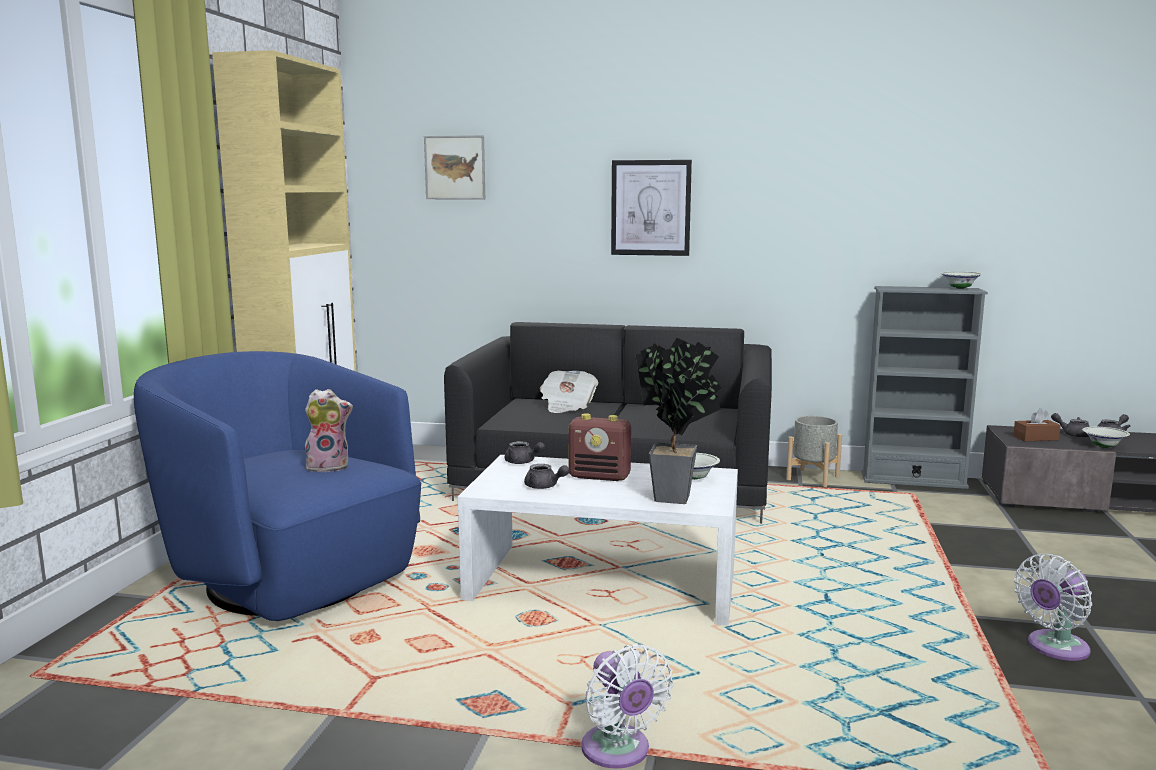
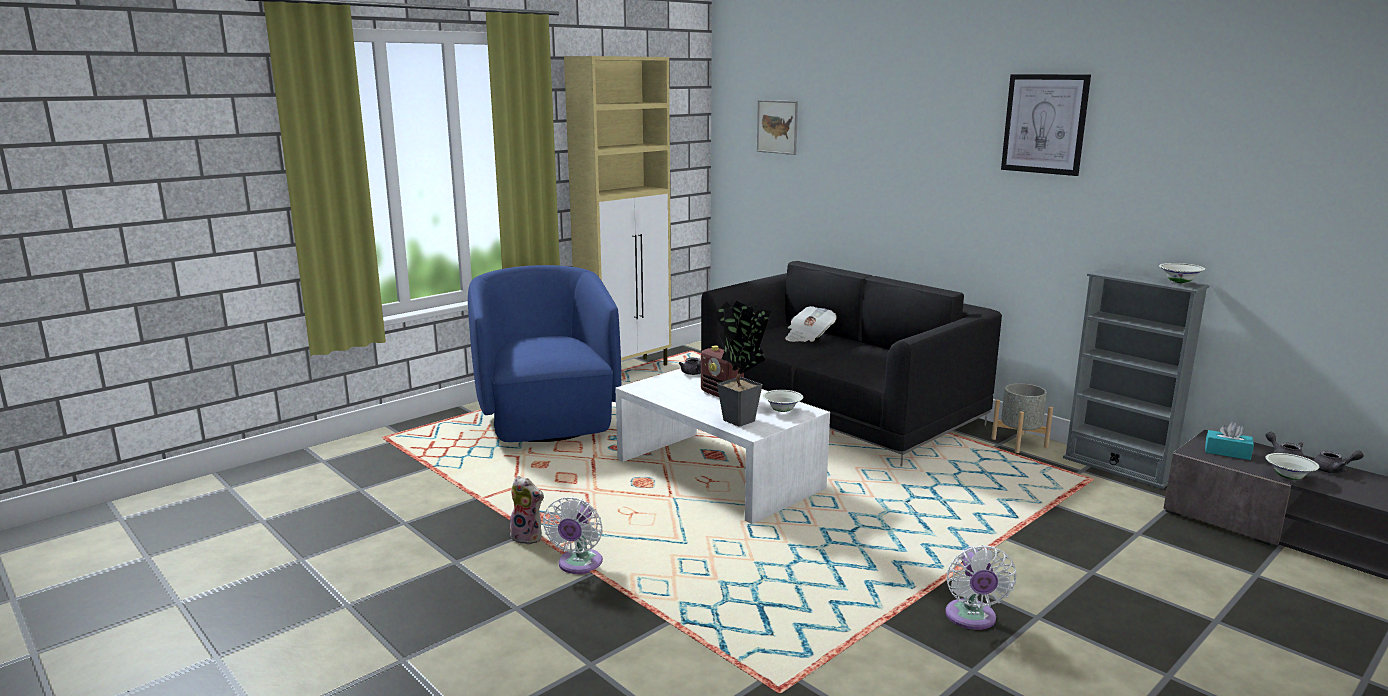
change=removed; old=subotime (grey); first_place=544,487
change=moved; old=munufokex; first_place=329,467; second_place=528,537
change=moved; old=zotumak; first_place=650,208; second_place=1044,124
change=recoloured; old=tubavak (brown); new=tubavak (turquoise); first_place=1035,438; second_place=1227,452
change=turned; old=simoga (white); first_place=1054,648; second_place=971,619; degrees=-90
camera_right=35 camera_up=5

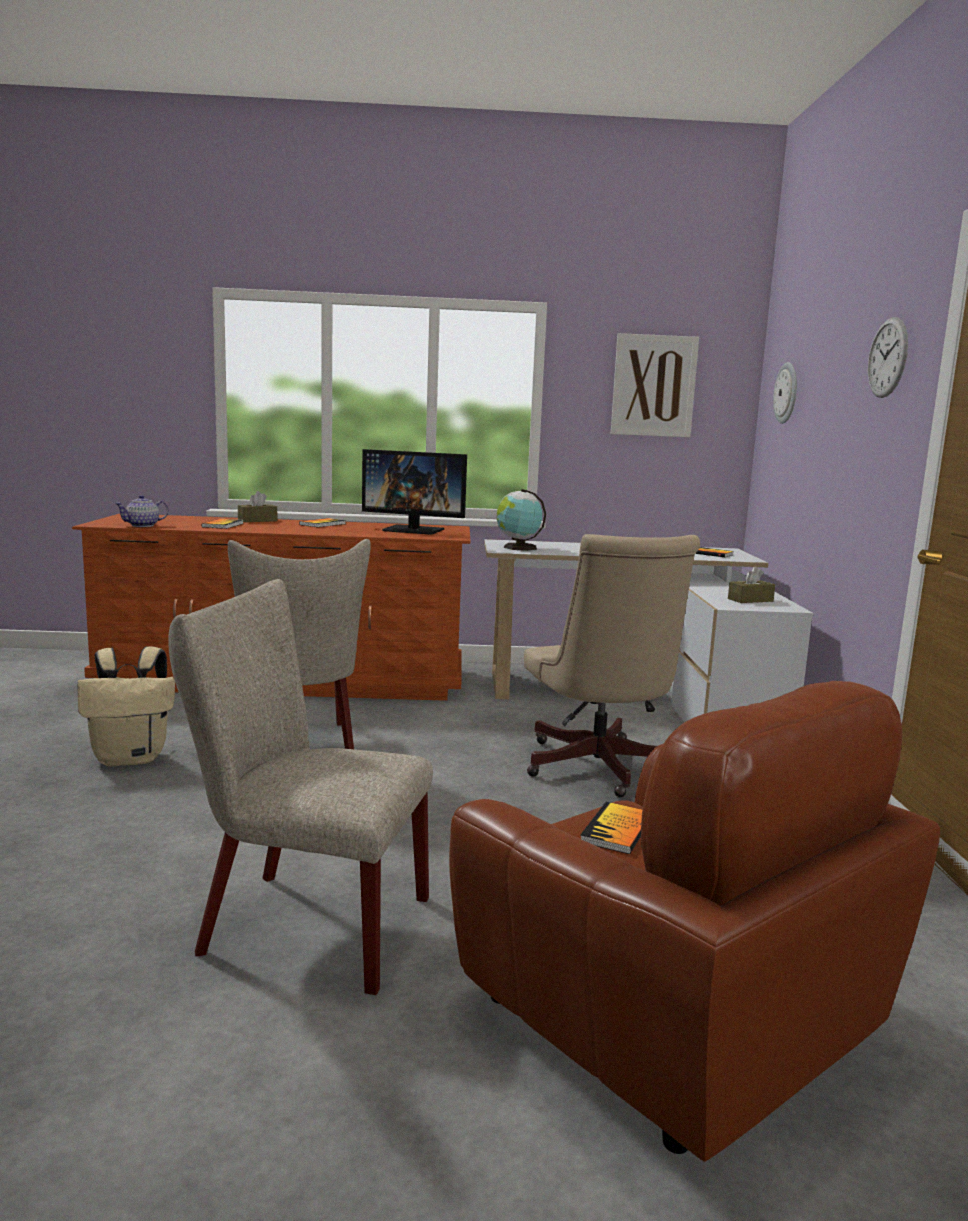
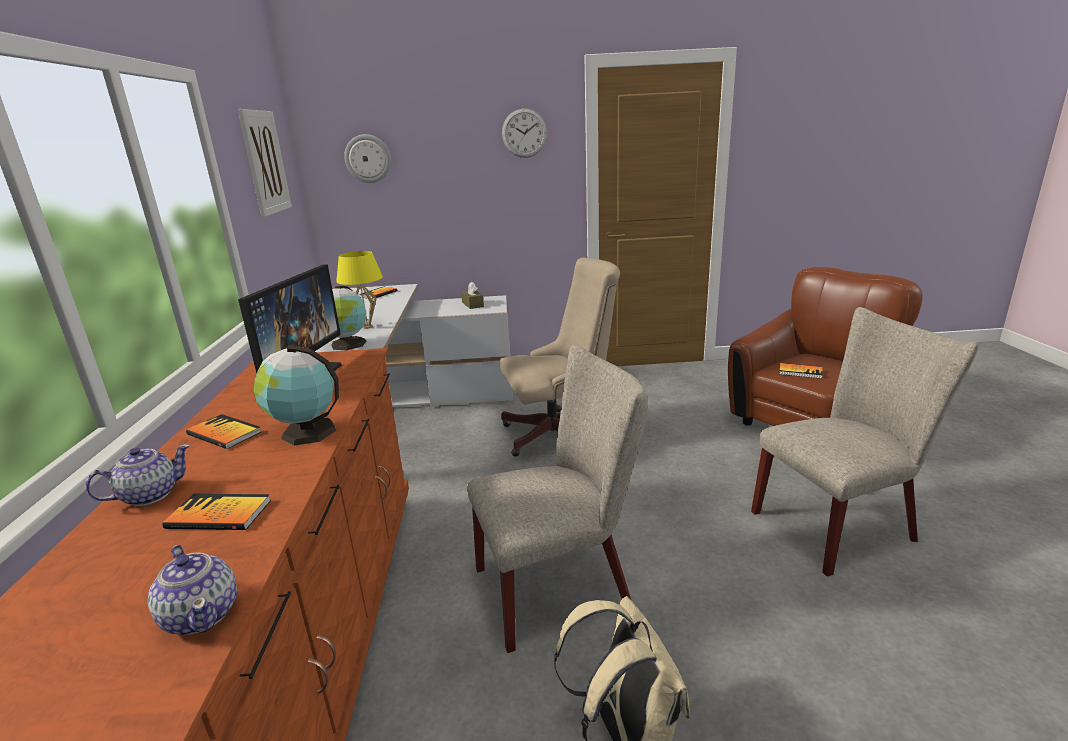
change=added; new=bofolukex; second_place=305,432
change=added; new=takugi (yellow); second_place=367,327
change=replaced; old=tubavak (brown); new=subotime; first_place=257,520; second_place=149,495
change=turned; old=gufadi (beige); first_place=301,924; second_place=840,524; degrees=-120
camera_right=-90 camera_up=10

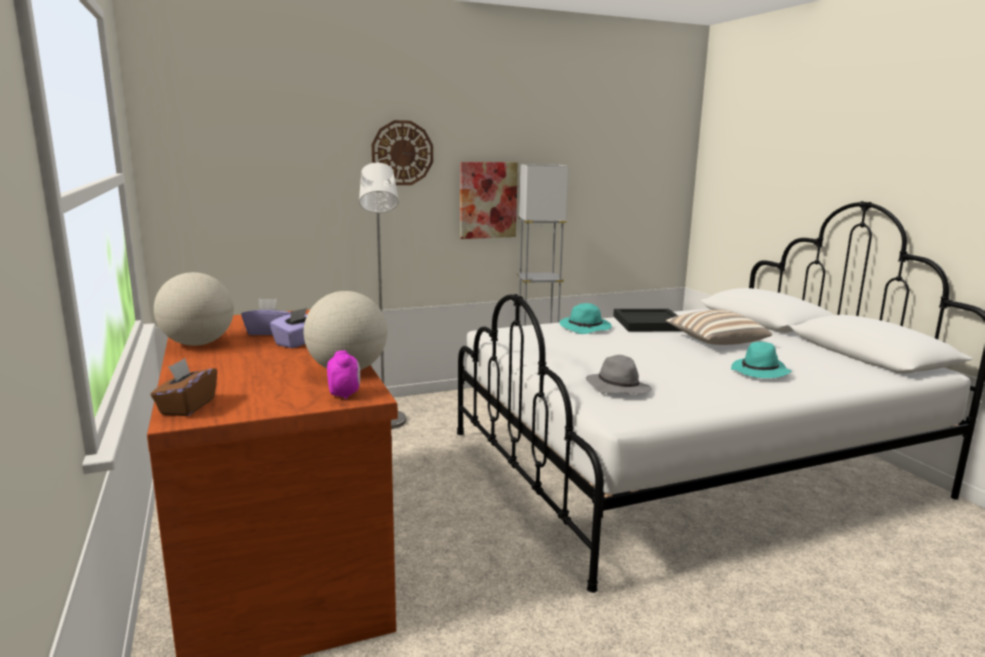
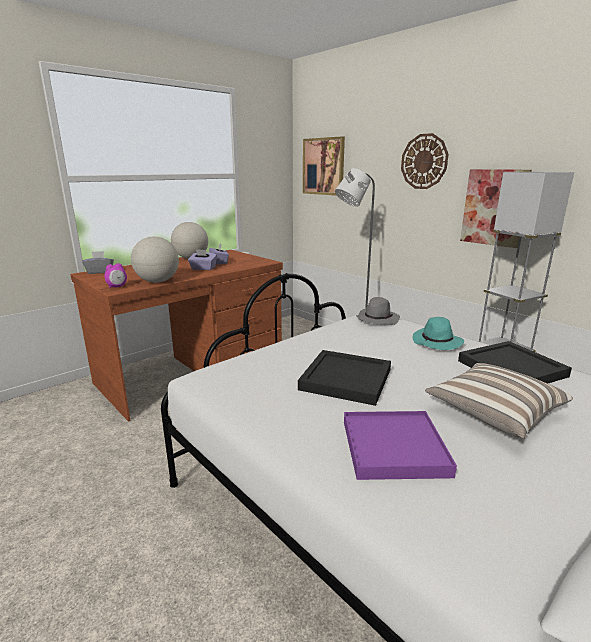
change=added; new=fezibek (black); second_place=347,379
change=added; new=zotumak; second_place=323,166
change=moved; old=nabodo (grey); first_place=617,388; second_place=377,319
change=replaced; old=nabodo (turquoise); new=fezibek (purple); first_place=760,372; second_place=393,448
change=recoloured; old=tubavak (brown); new=tubavak (grey); first_place=187,407; second_place=100,272
camera_right=70 camera_up=5

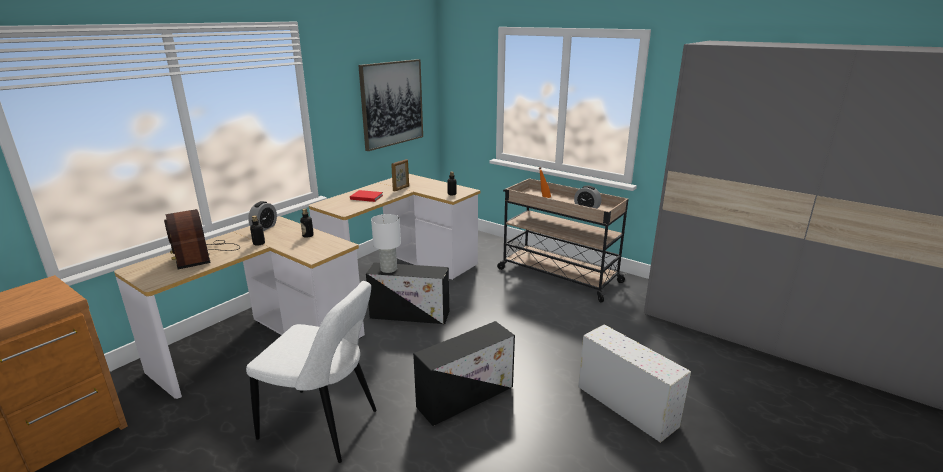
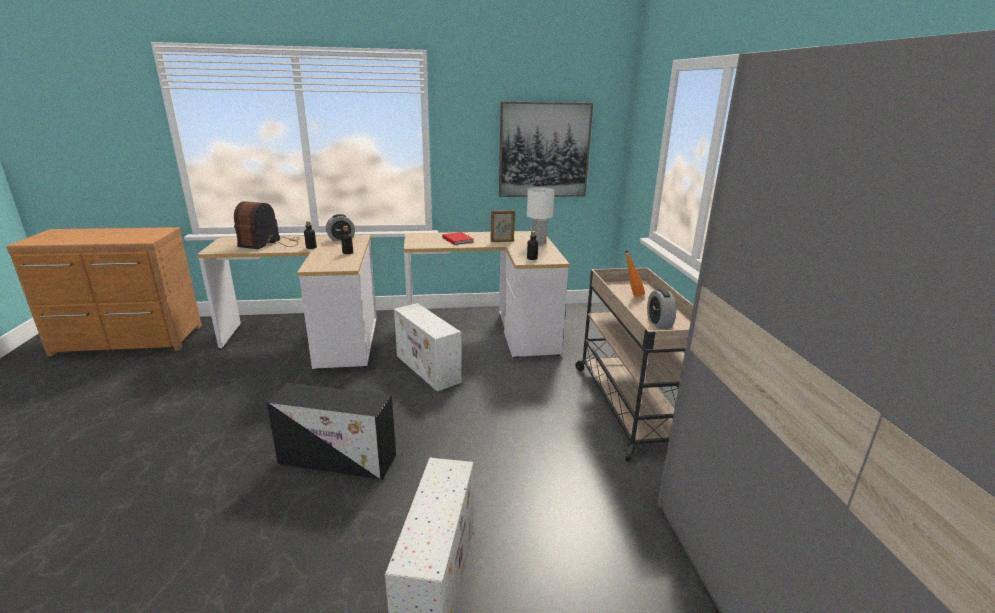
change=removed; old=gufadi (white); first_place=324,426
change=moved; old=takugi (white); first_place=388,269; second_place=538,242
change=recoloured; old=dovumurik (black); new=dovumurik (white); first_place=411,314; second_place=428,369
camera_right=45 camera_up=0

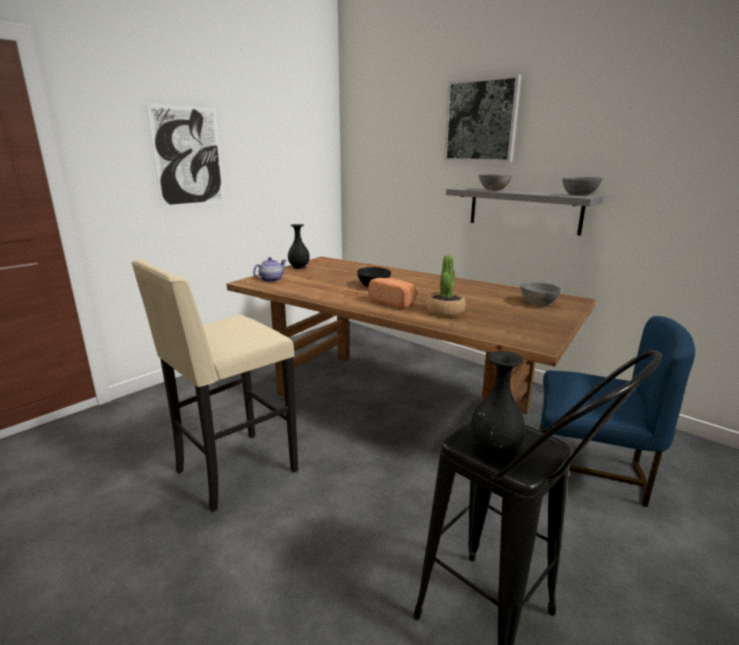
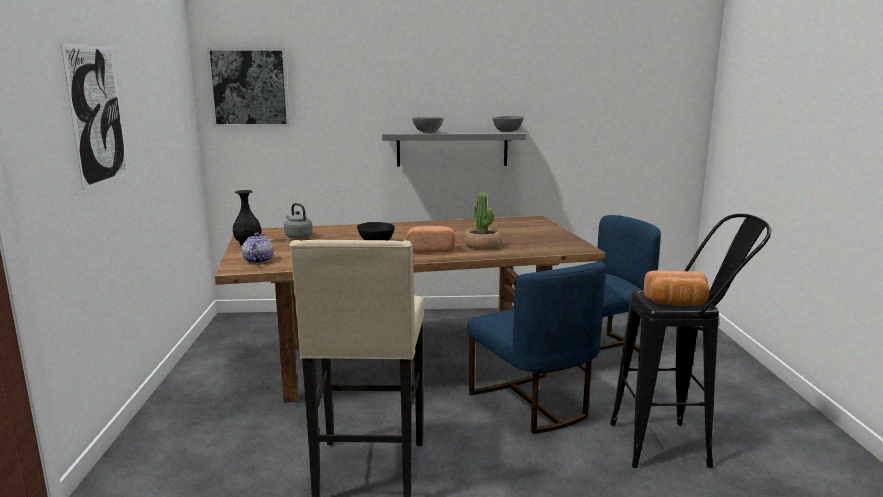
change=removed; old=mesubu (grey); first_place=537,303
change=added; new=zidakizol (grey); second_place=297,236
change=added; new=gufadi (blue); second_place=532,404
change=moved; old=zotumak; first_place=481,121; second_place=250,87
change=replaced; old=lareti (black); new=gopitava; first_place=495,449; second_place=676,303
camera_right=-45 camera_up=-5

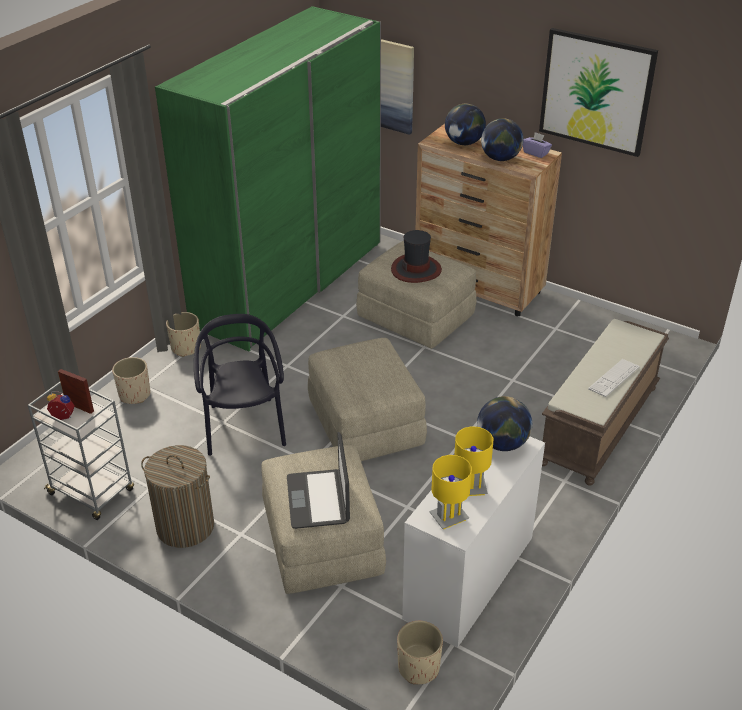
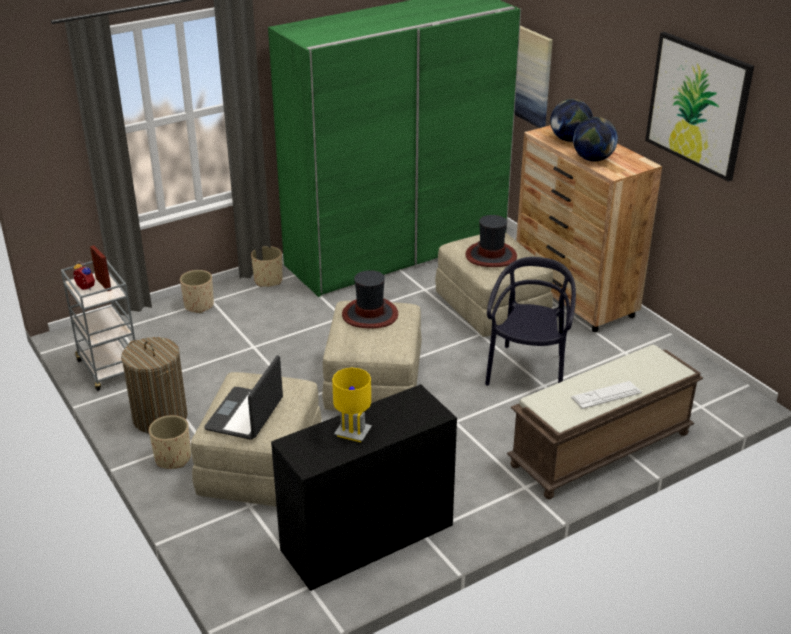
change=removed; old=takugi (yellow); first_place=448,517
change=removed; old=bofolukex; first_place=502,443
change=removed; old=tubavak (purple); first_place=536,153
change=added; new=nabodo; second_place=369,314
change=moved; old=gufadi (black); first_place=244,427; second_place=528,371
change=moved; old=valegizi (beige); first_place=418,667; second_place=173,458
change=recoloured; old=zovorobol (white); new=zovorobol (black); first_place=470,577; second_place=367,538
camera_right=25 camera_up=-5

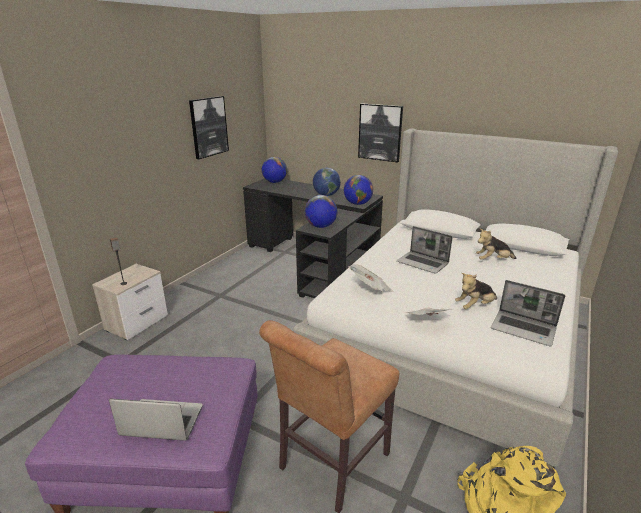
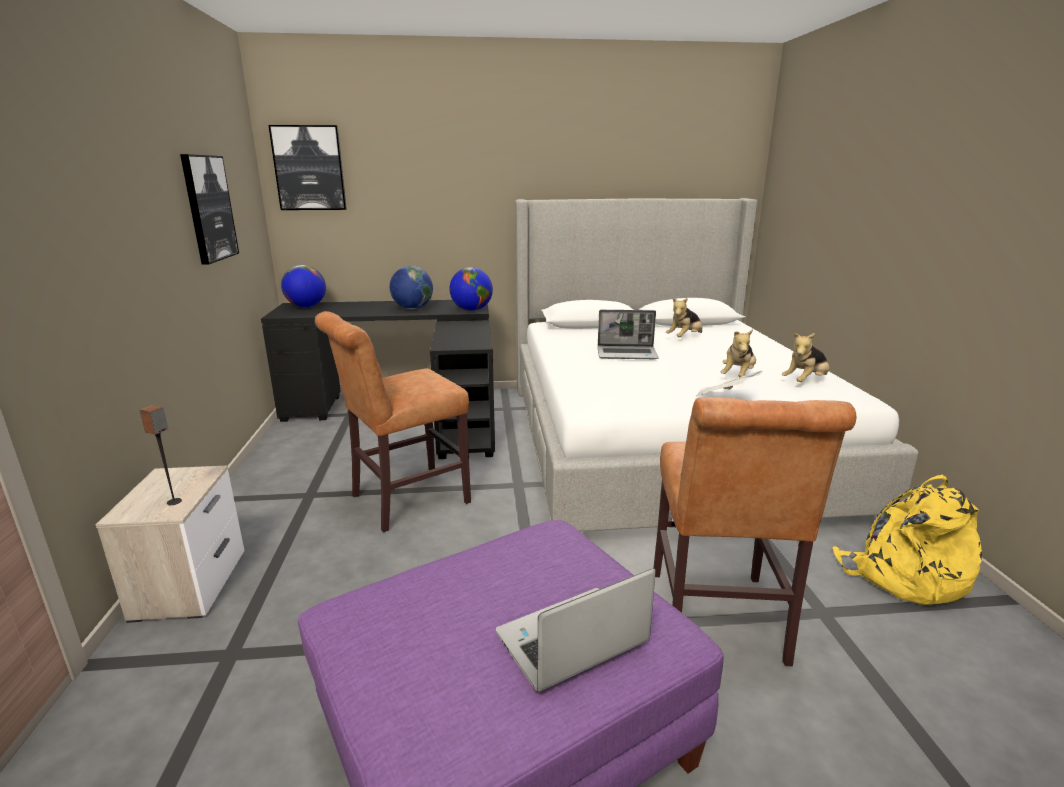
change=removed; old=bofolukex; first_place=321,226
change=removed; old=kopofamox; first_place=370,289
change=added; new=gufadi (brown); second_place=404,501
change=moved; old=zotumak; first_place=380,132; second_place=309,168
change=replaced; old=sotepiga; new=munufokex; first_place=524,329; second_place=805,382
camera_right=-35 camera_up=-5

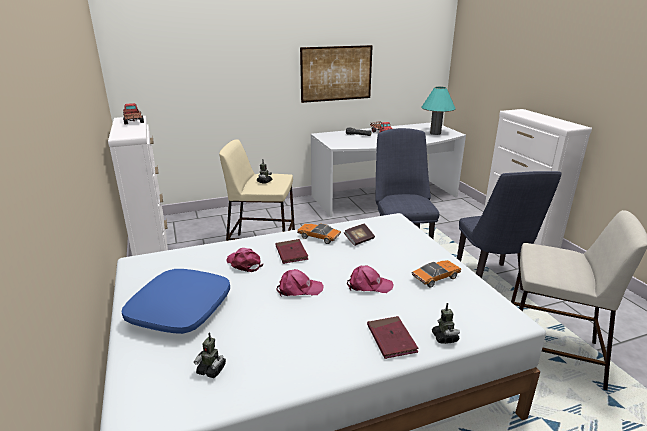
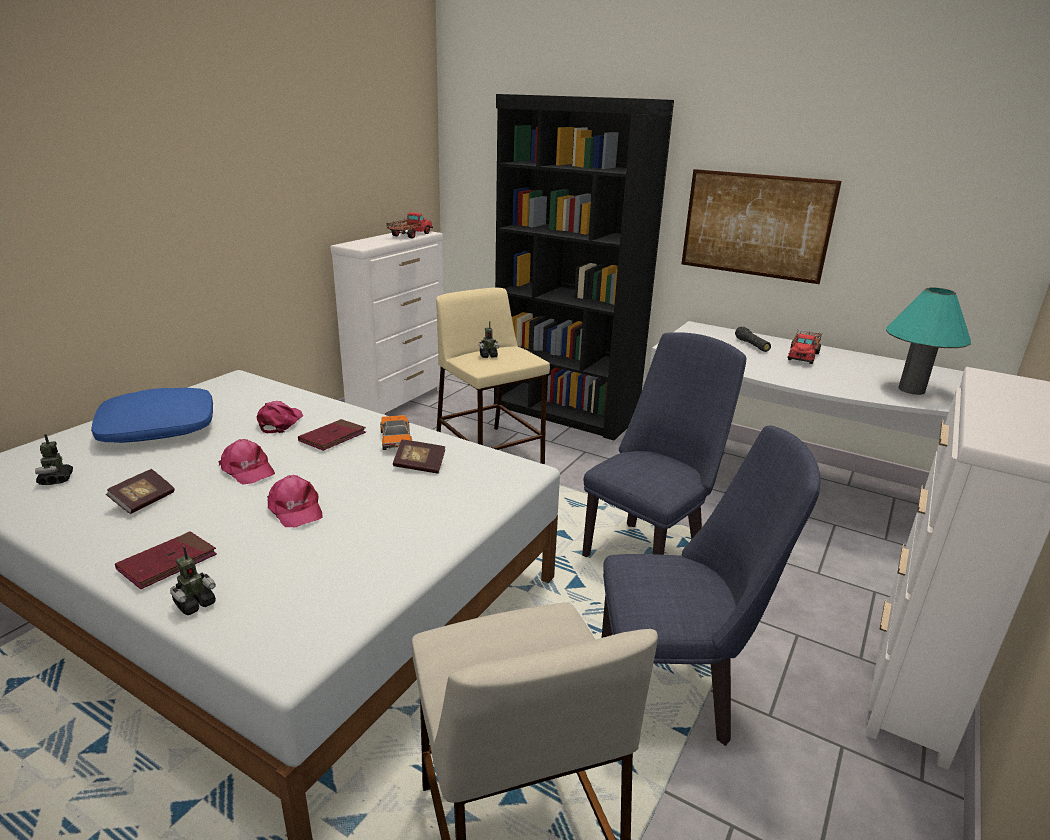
change=removed; old=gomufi; first_place=435,277
change=added; new=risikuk; second_place=143,501
change=added; new=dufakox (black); second_place=565,412
change=turned; old=gufadi (blue); first_place=491,281; second_place=674,693; degrees=-135
camera_right=50 camera_up=0

